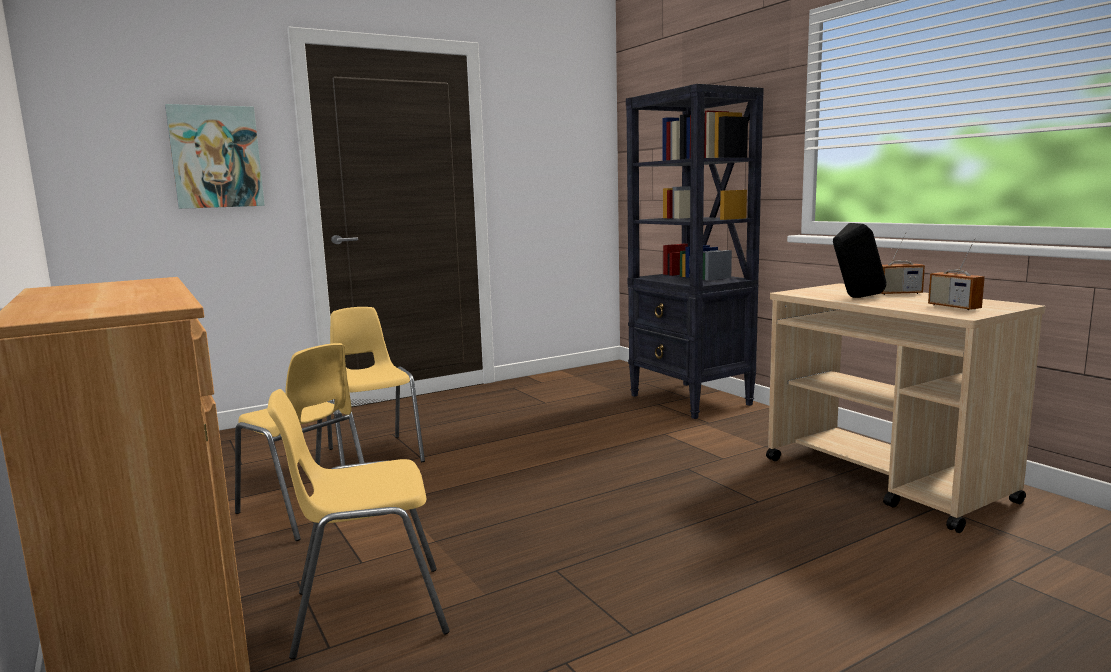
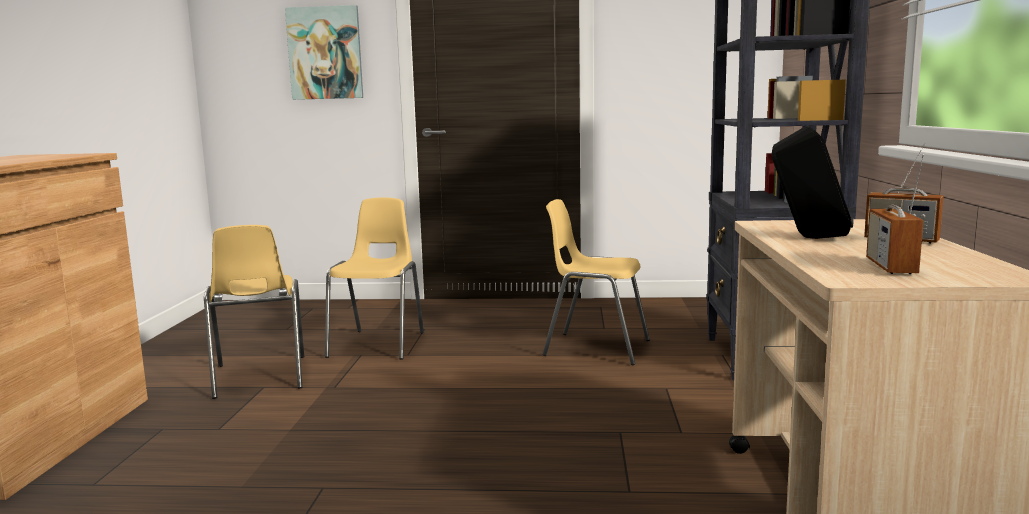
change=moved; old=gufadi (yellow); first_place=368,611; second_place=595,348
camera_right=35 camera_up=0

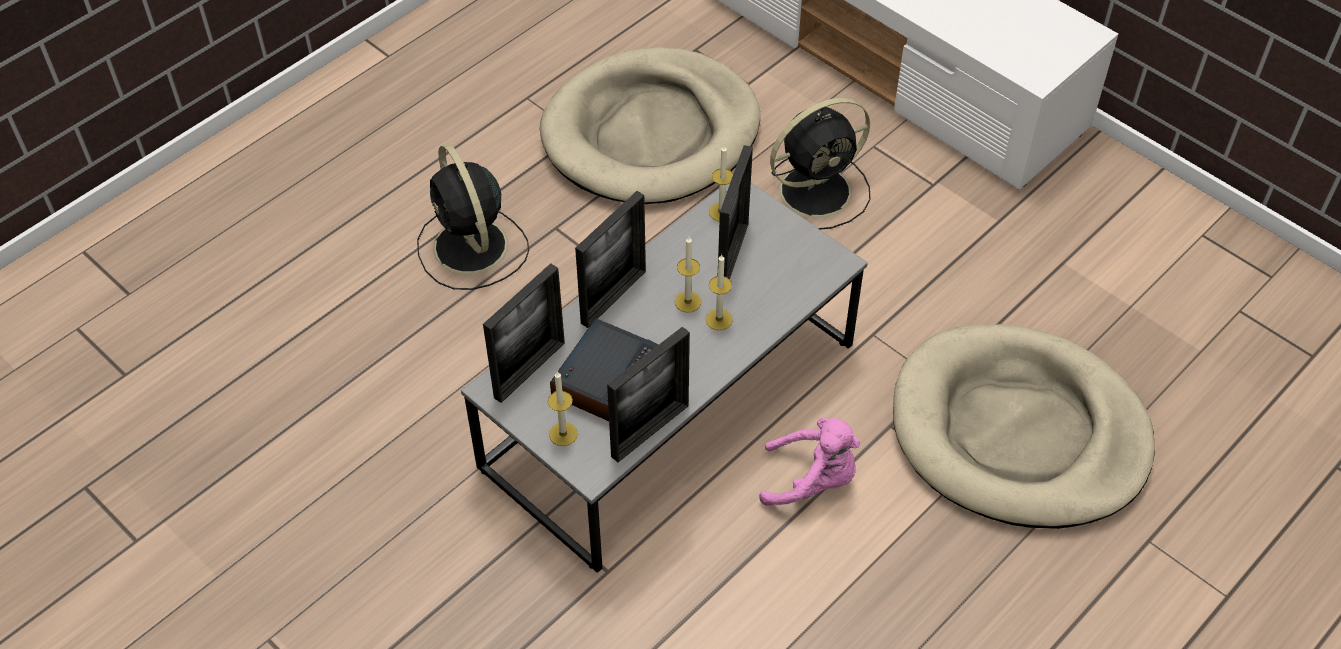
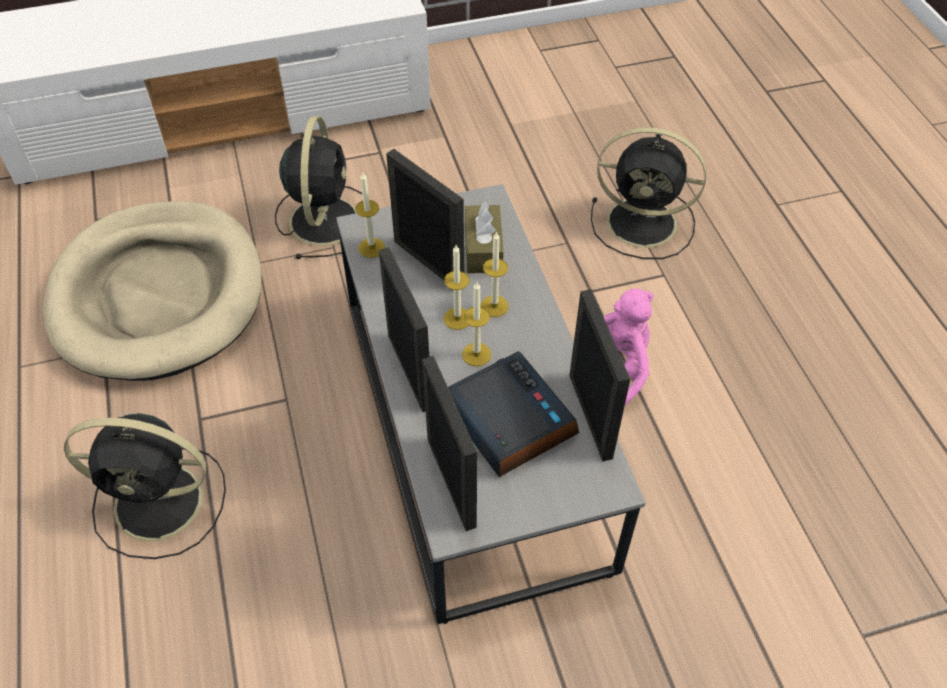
change=added; new=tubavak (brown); second_place=483,248
change=moved; old=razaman; first_place=563,434; second_place=476,354
change=replaced; old=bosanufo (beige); new=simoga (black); first_place=1018,433; second_place=645,223
camera_right=-60 camera_up=0

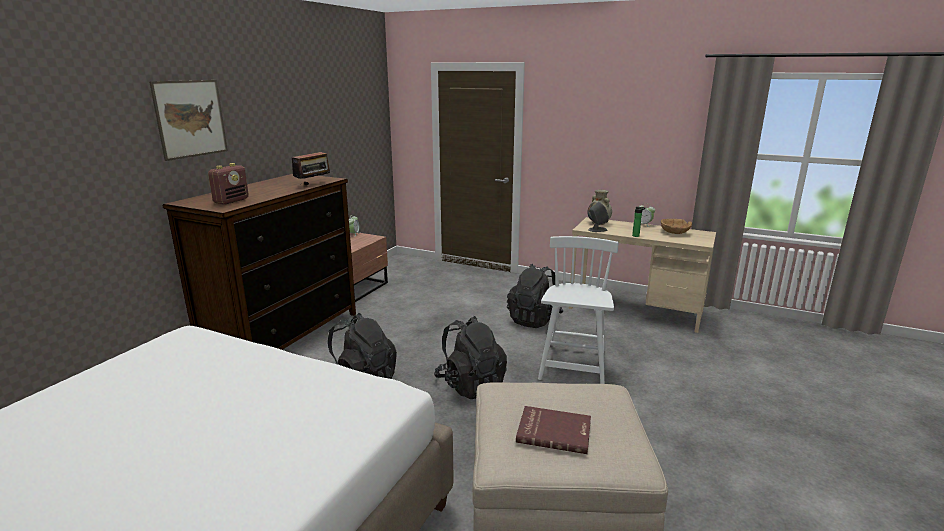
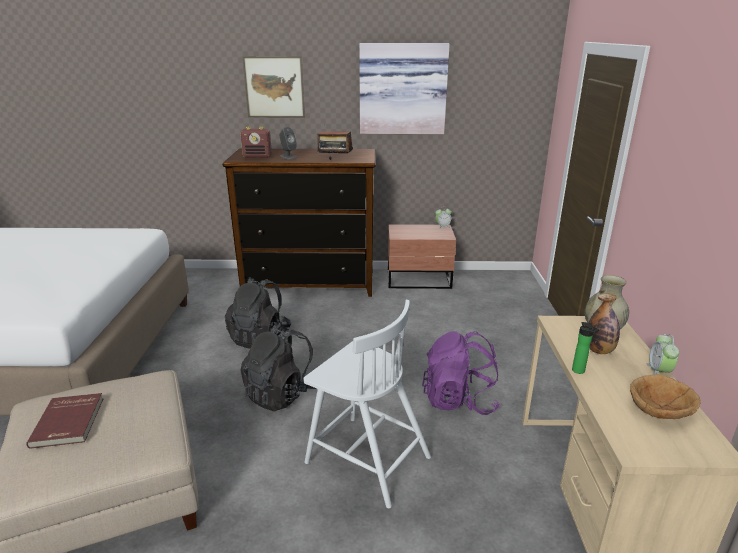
change=added; new=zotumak; second_place=402,89
change=added; new=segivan; second_place=599,350
change=moved; old=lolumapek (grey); first_place=597,230; second_place=288,157
change=recoloured; old=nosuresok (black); new=nosuresok (purple); first_place=534,320; second_place=459,400
change=turned; old=gufadi (white); first_place=574,365; second_place=366,458; degrees=45
camera_right=65 camera_up=5

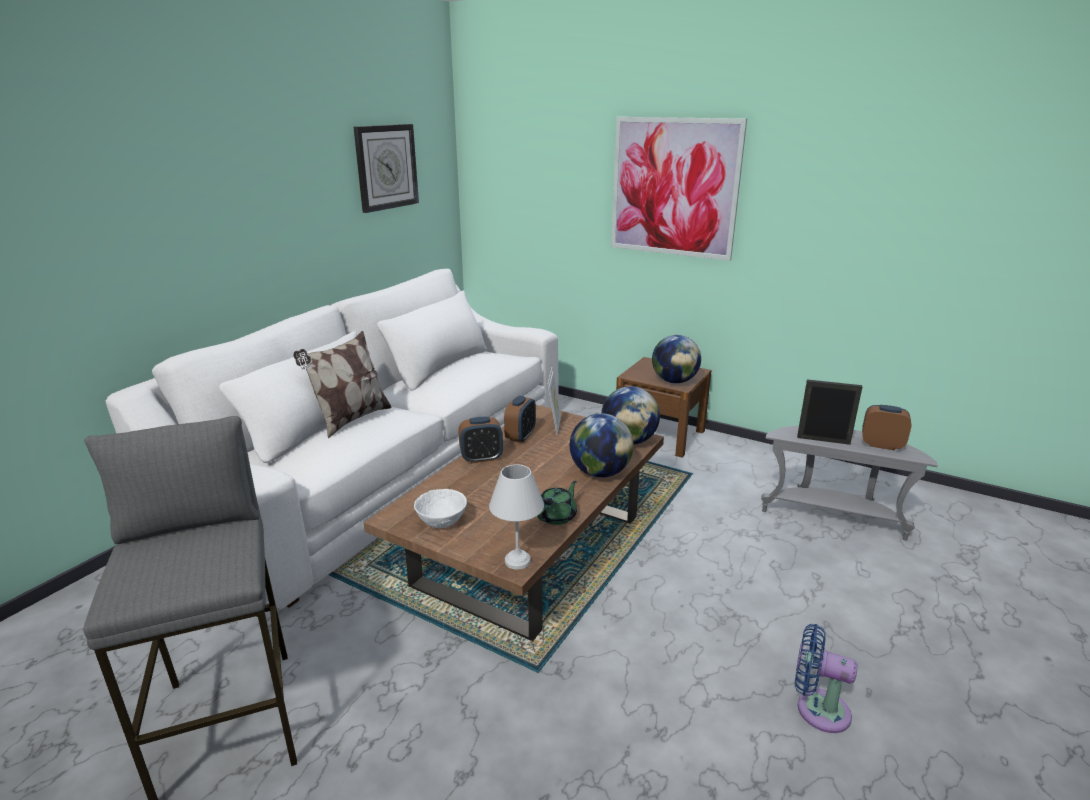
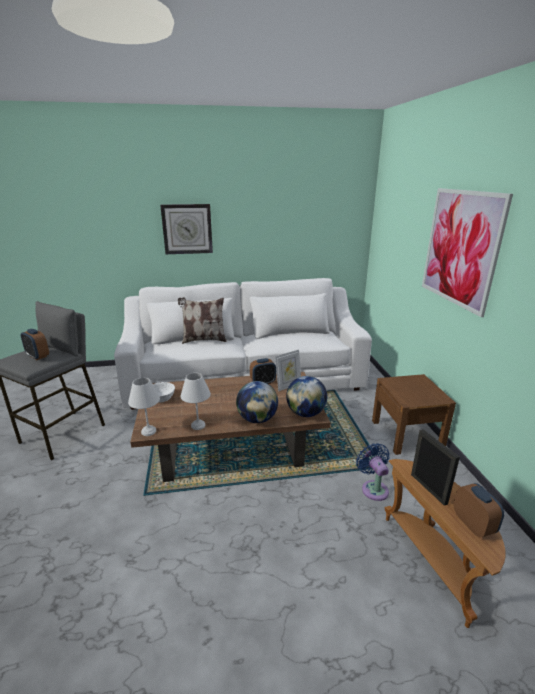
change=removed; old=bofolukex; first_place=674,381
change=moved; old=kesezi; first_place=386,167; second_place=187,229
change=moved; old=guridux; first_place=481,458; second_place=38,356
change=moved; old=simoga (blue); first_place=817,709; second_place=373,488
change=replaced; old=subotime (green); new=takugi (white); first_place=557,516; second_place=198,425
change=recoloured; old=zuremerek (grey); new=zuremerek (brown); first_place=832,516; second_place=434,561
camera_right=50 camera_up=0

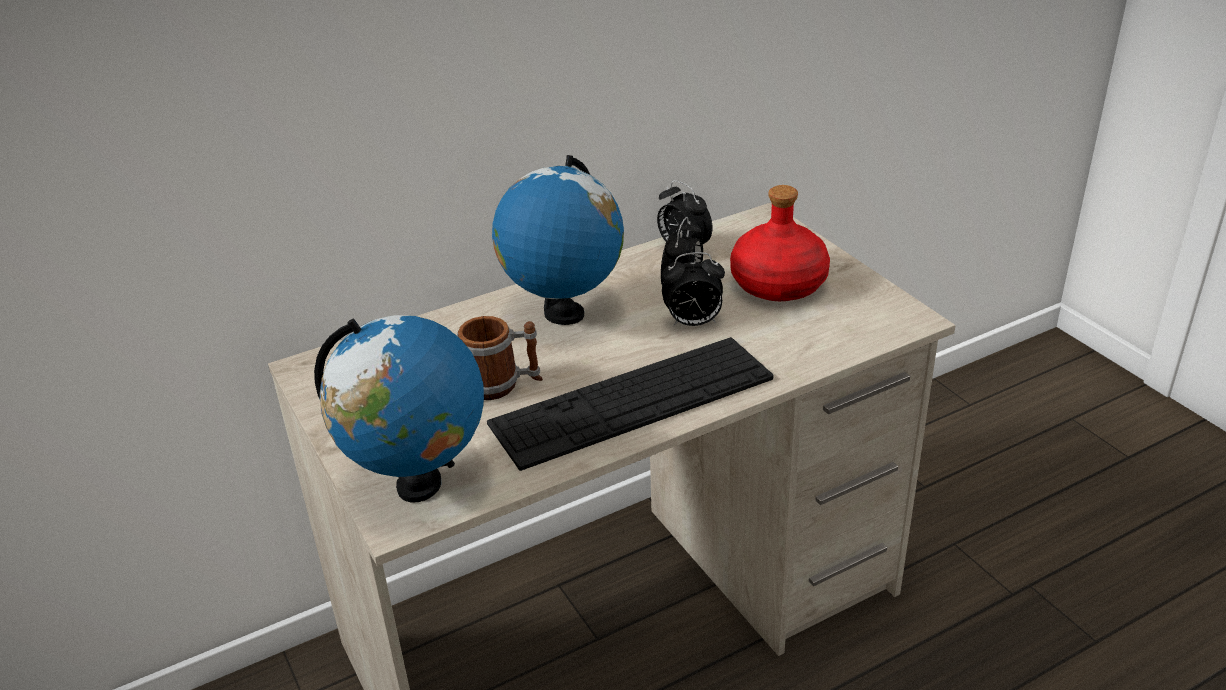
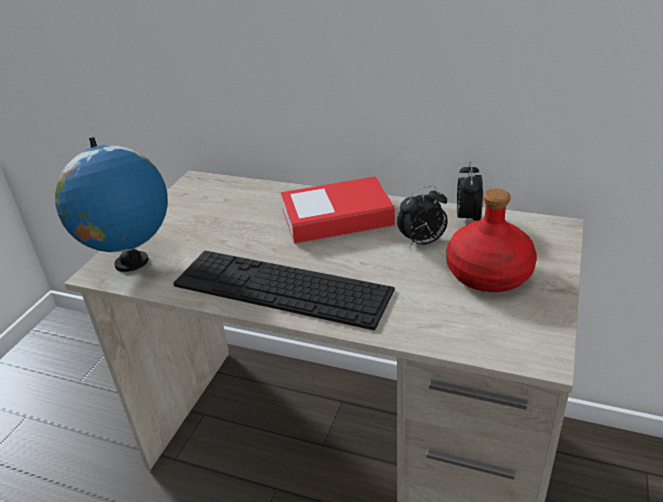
change=removed; old=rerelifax; first_place=502,384
change=removed; old=guridux; first_place=693,323
change=replaced; old=bofolukex; new=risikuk; first_place=563,314; second_place=337,218
camera_right=50 camera_up=0

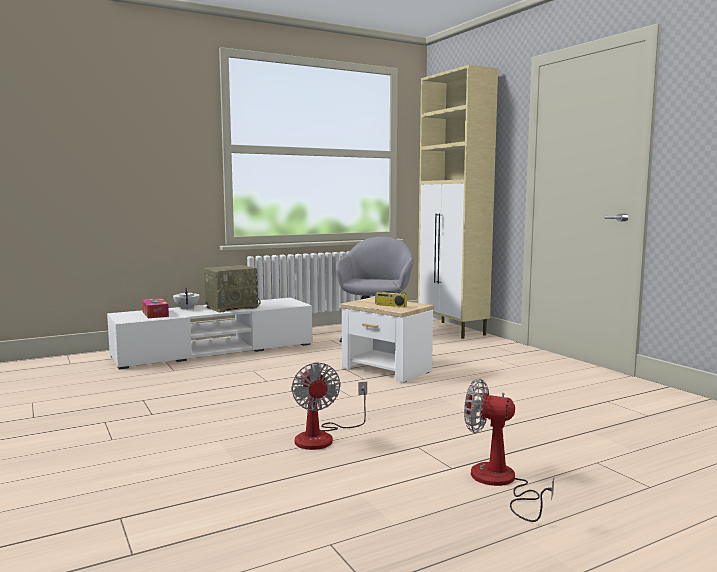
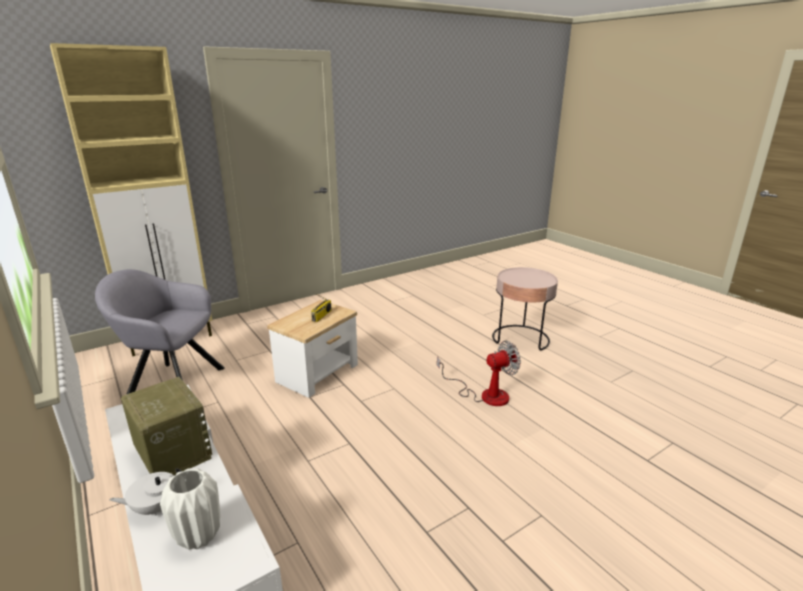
change=replaced; old=tubavak; new=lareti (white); first_place=155,314; second_place=198,537
change=replaced; old=simoga; new=zuremerek (pink); first_place=500,483; second_place=520,338
camera_right=-95 camera_up=15

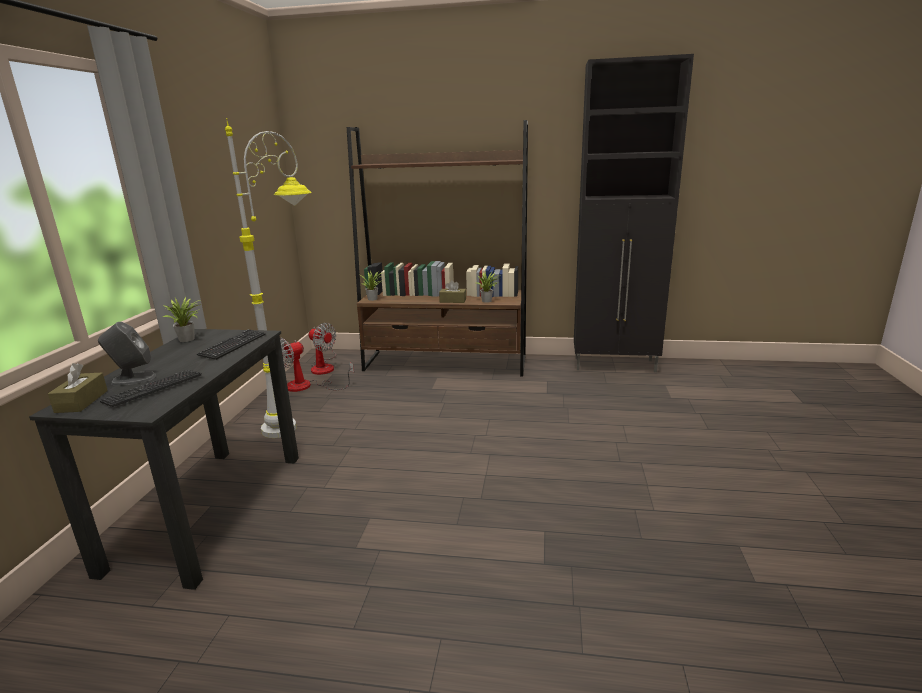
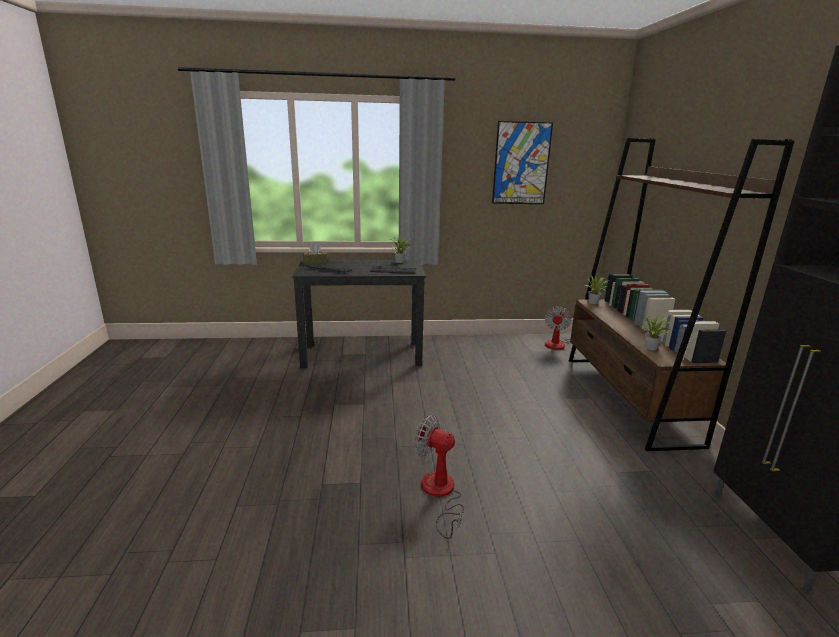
change=removed; old=lolumapek (grey); first_place=133,379
change=removed; old=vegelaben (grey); first_place=302,417
change=removed; old=tubavak (brown); first_place=453,301
change=added; new=zotumak; second_place=521,163
change=moved; old=simoga; first_place=307,386; second_place=440,494
camera_right=75 camera_up=0

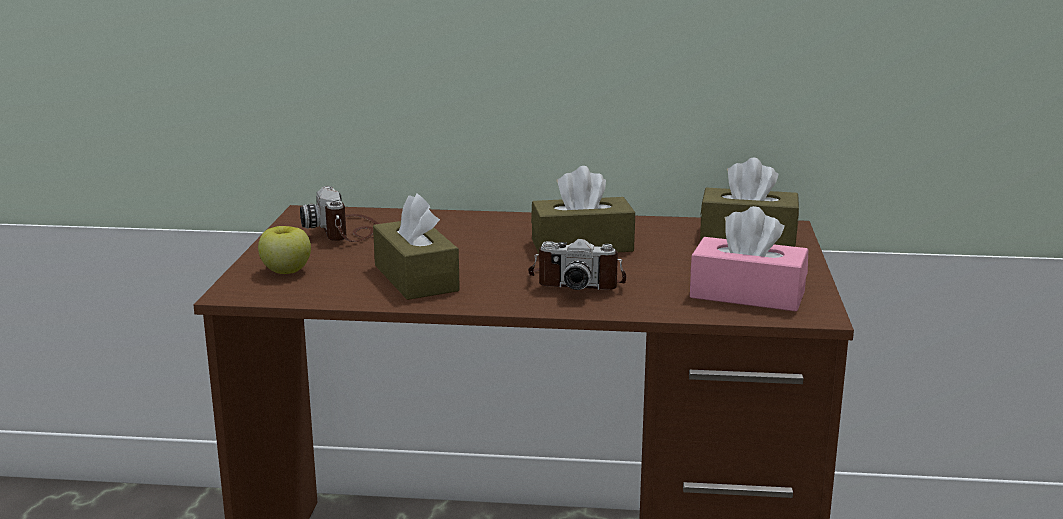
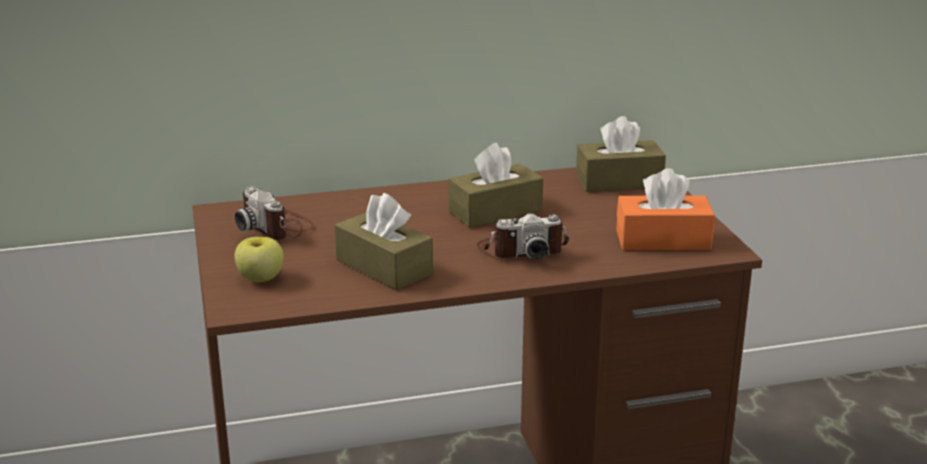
change=recoloured; old=tubavak (pink); new=tubavak (orange); first_place=747,294; second_place=663,240
camera_right=-20 camera_up=5

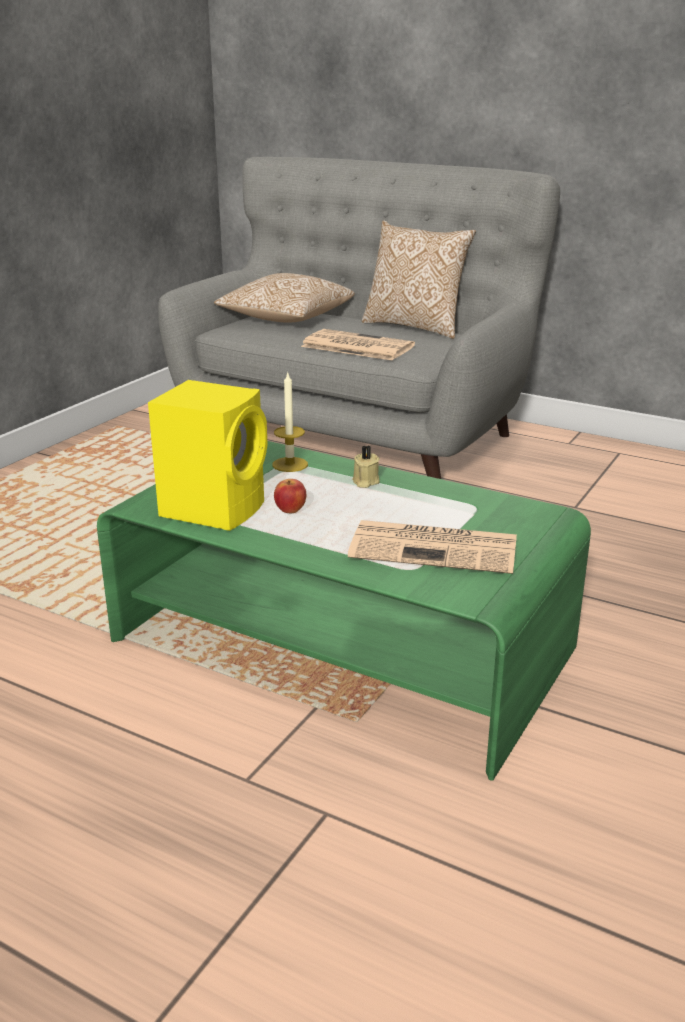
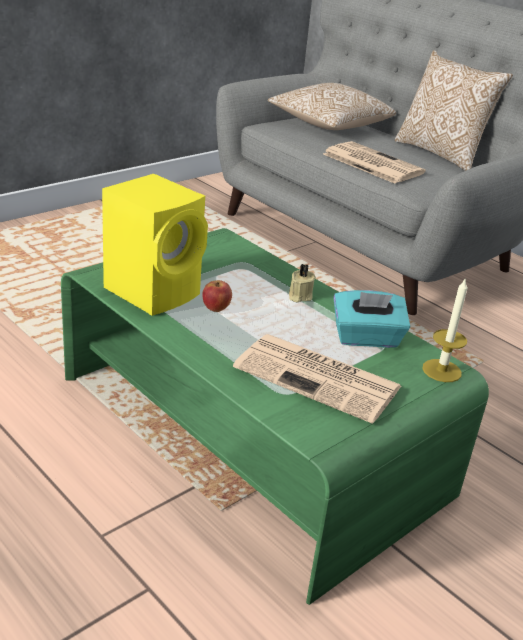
change=added; new=tubavak (turquoise); second_place=366,338
change=moved; old=razaman; first_place=290,464; second_place=441,370
camera_right=15 camera_up=5

